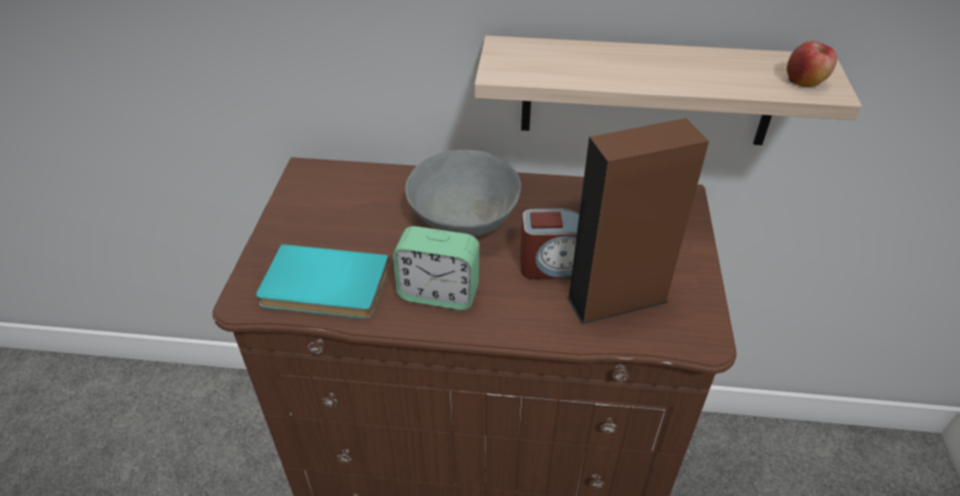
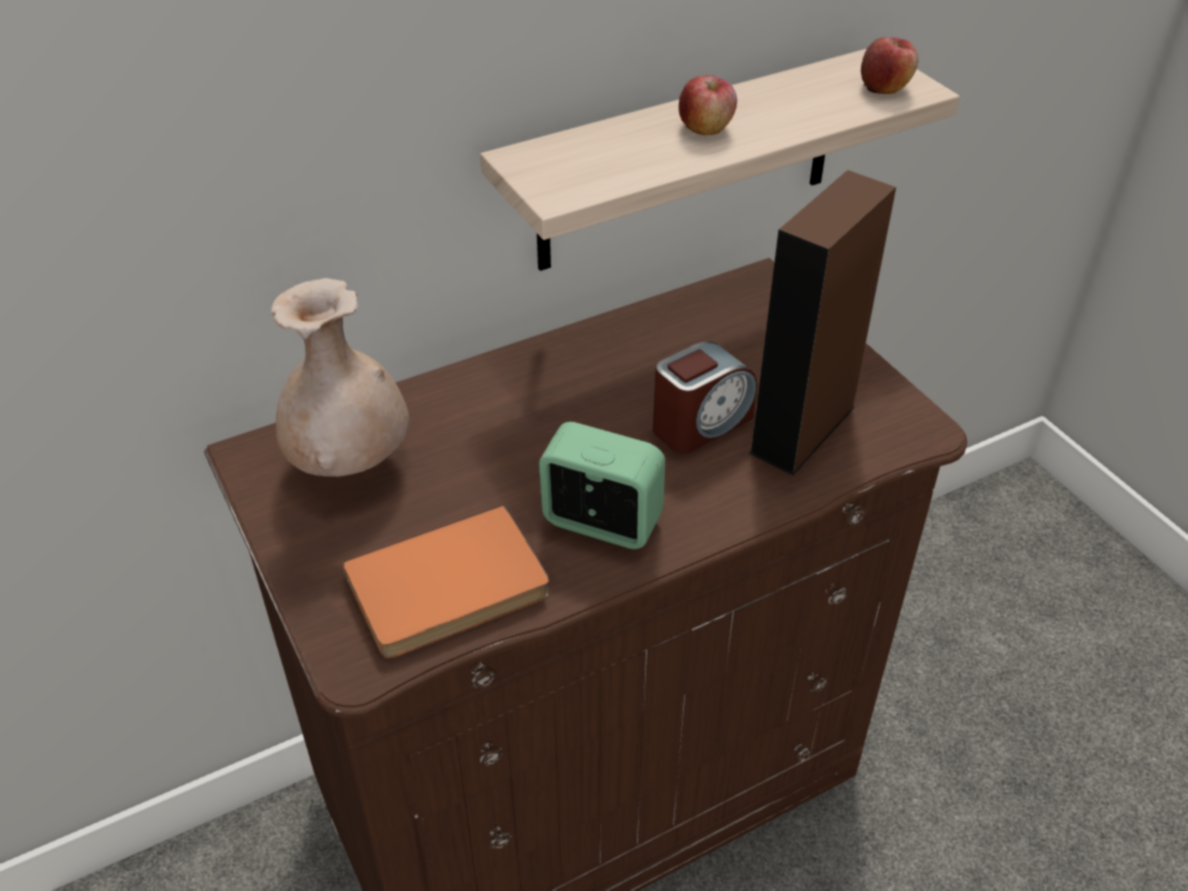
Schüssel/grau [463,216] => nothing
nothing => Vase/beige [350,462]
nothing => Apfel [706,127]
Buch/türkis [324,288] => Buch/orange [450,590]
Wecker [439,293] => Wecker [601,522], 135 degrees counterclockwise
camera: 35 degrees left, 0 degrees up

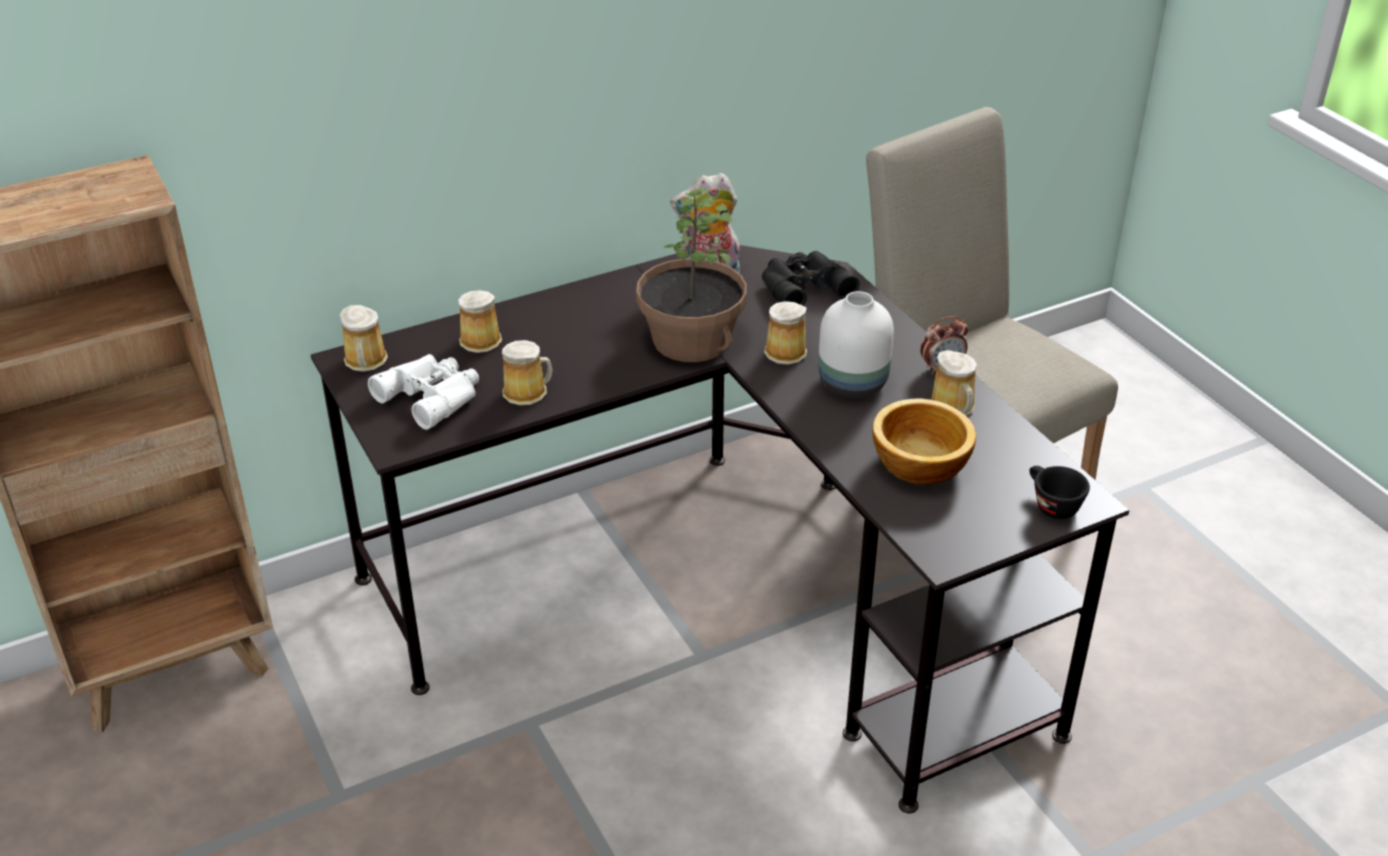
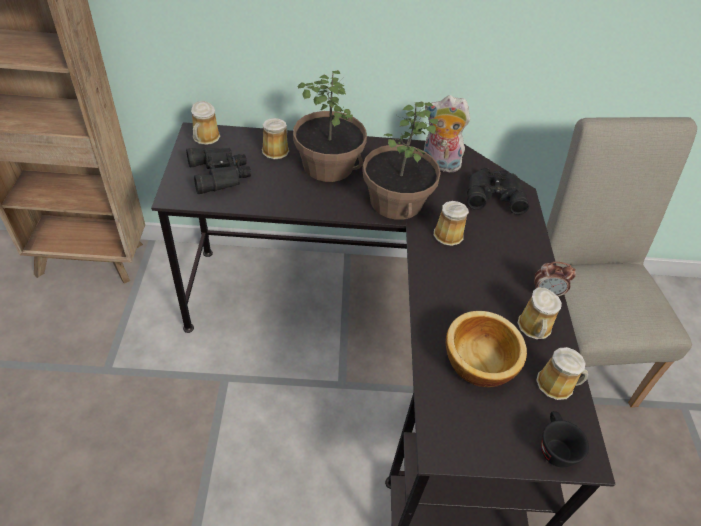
Vase/weiß [850,383] => nothing
nothing => Topfpflanze [328,165]
Henkelbecher [528,392] => Henkelbecher [557,384], relocated
Fernglas/weiß [432,395] => Fernglas/schwarz [221,174]
camera: 25 degrees right, 10 degrees up

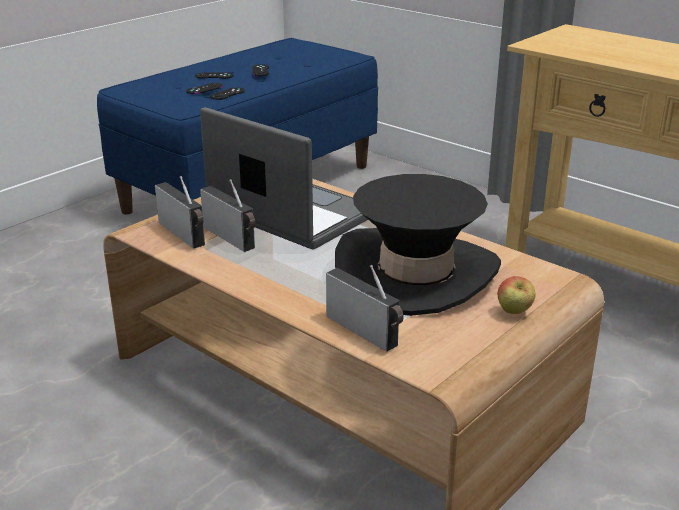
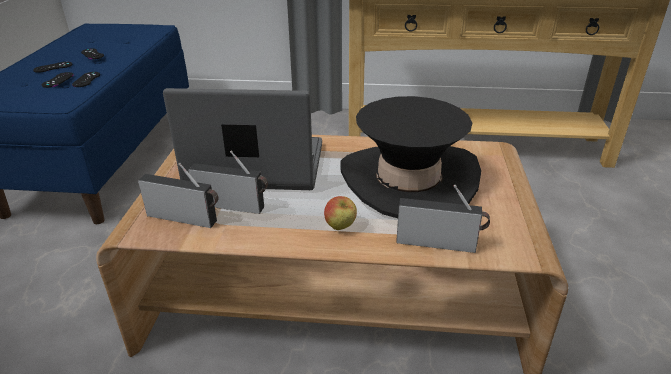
Apfel [514,312] => Apfel [340,227], relocated
camera: 35 degrees left, 5 degrees up

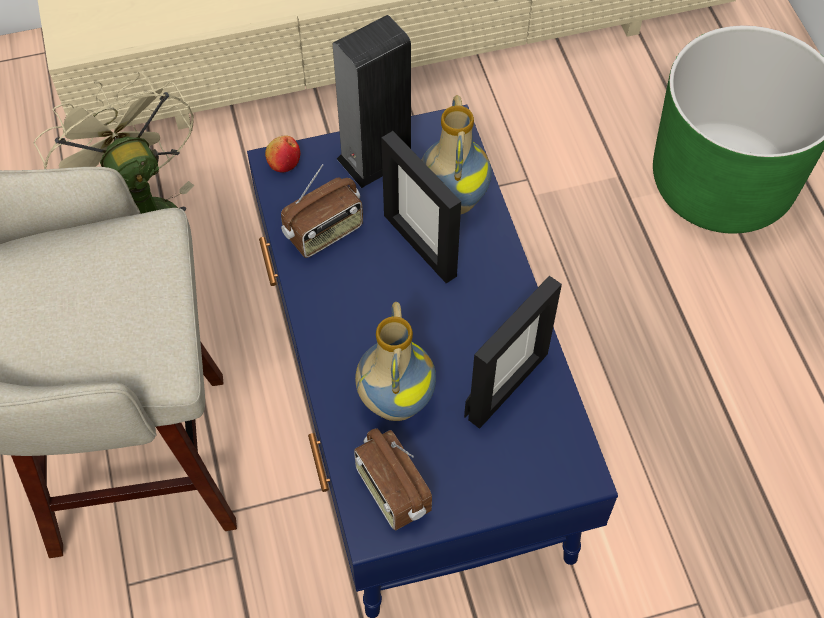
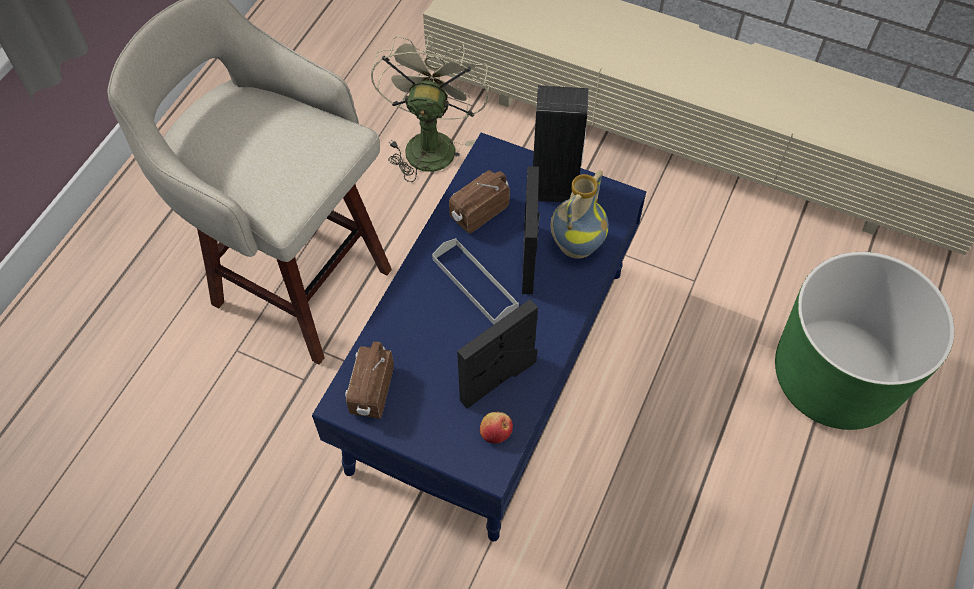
Vase [394,401] => nothing
nothing => Tablett/grau [475,283]
Apfel [284,163] => Apfel [495,432], relocated
Radio [325,233] => Radio [478,212], 135 degrees clockwise
Bilderrahmen [506,385] => Bilderrahmen [498,381], 150 degrees clockwise
camera: 40 degrees right, 0 degrees up

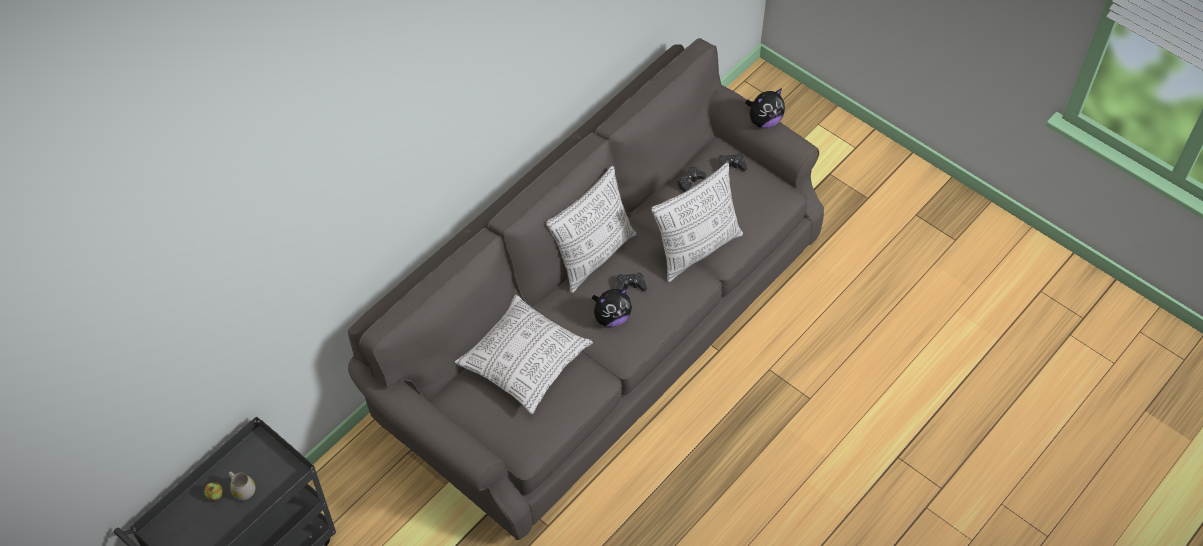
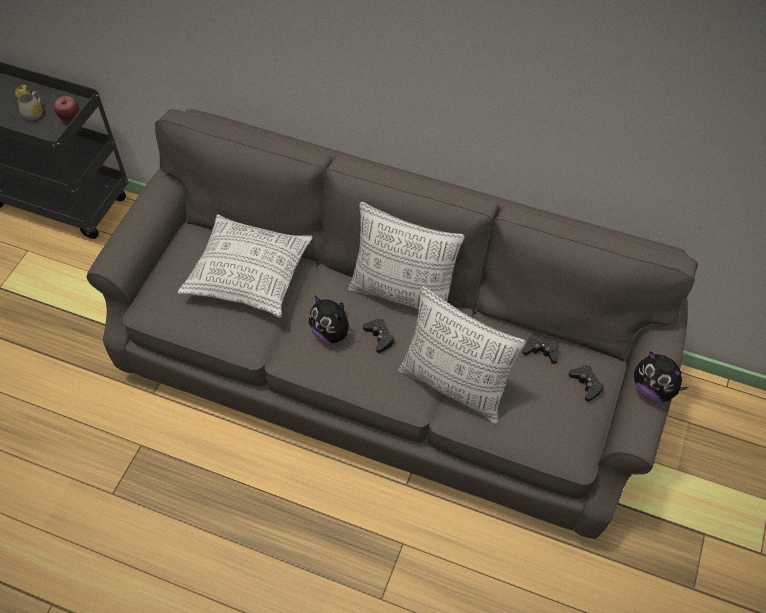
nothing => Apfel [69,116]
camera: 70 degrees right, 0 degrees up

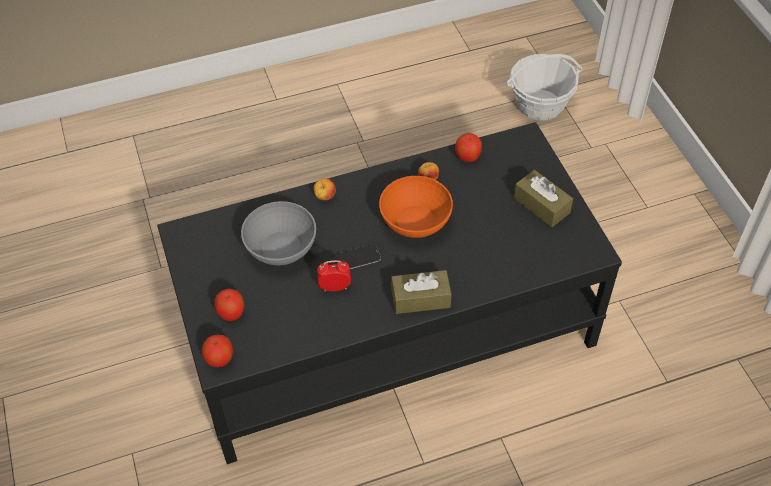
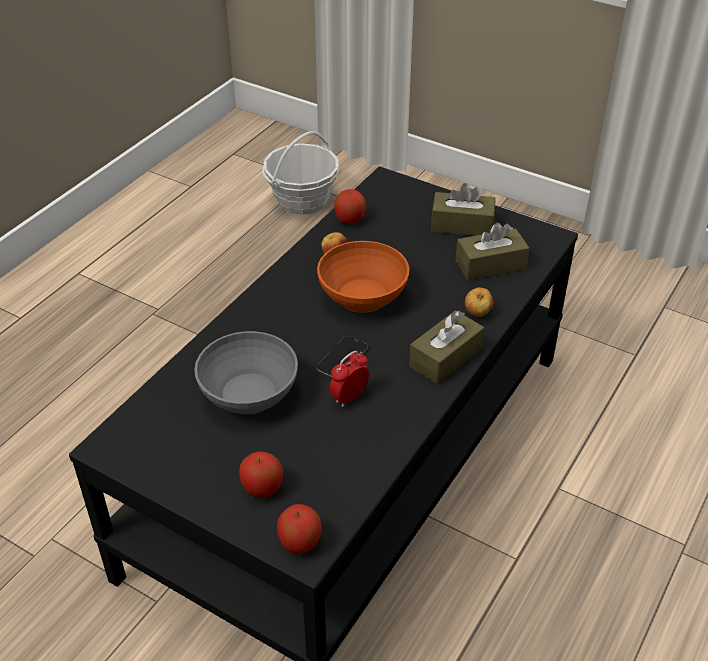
nothing => Taschentuchbox/braun [490,265]
Apfel [325,197] => Apfel [477,314], relocated
camera: 40 degrees left, 10 degrees down

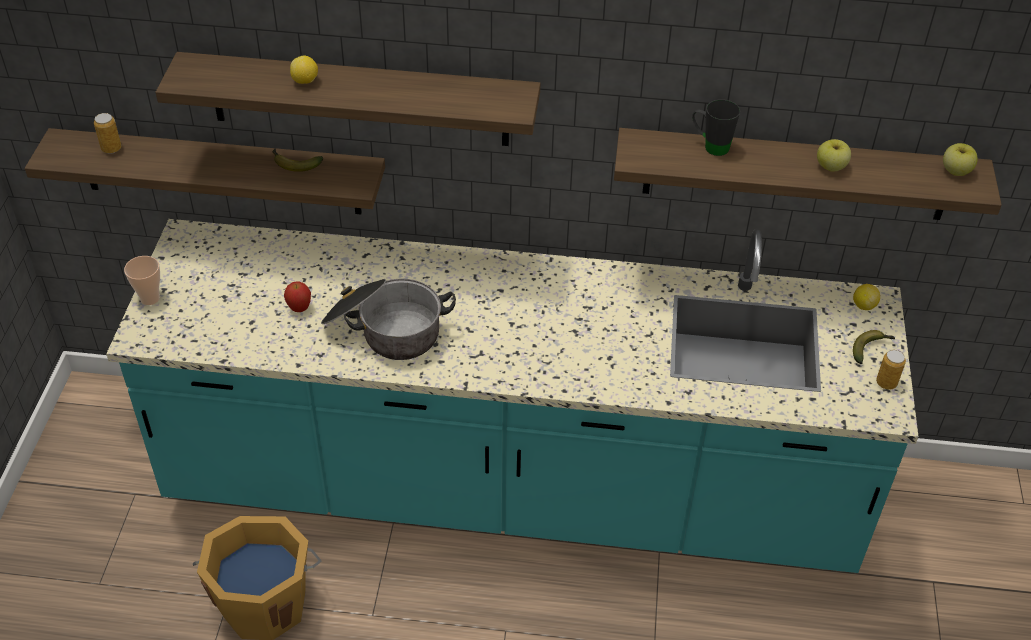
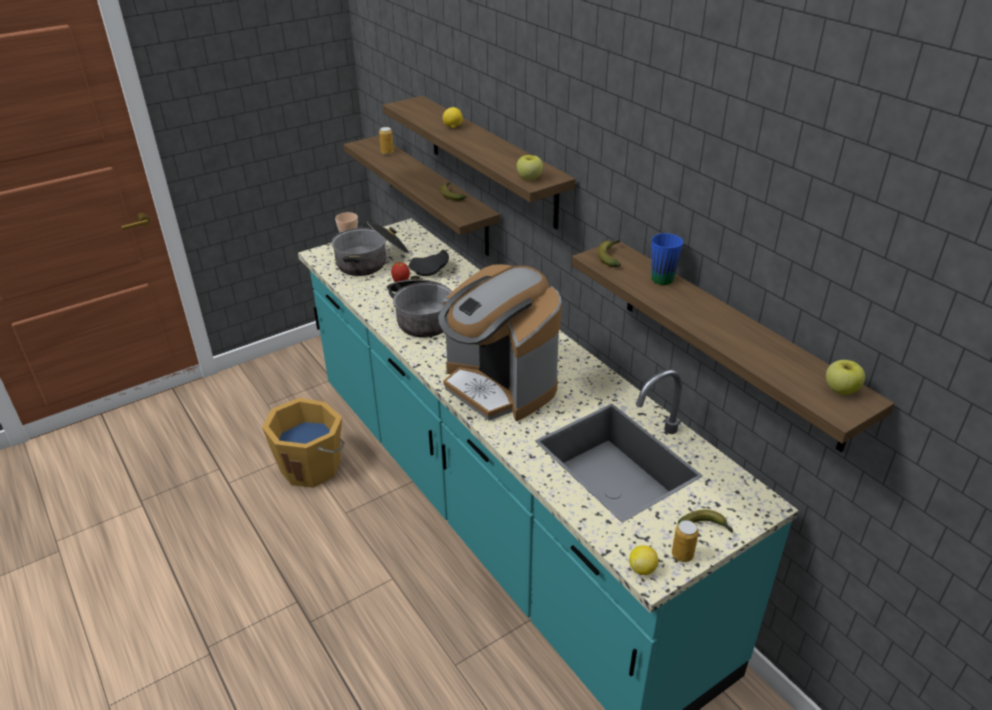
nothing => Kochtopf [372,261]
nothing => Teller/schwarz [430,271]
nothing => Kaffeemaschine [499,386]
nothing => Banane [610,256]
Apfel [831,167] => Apfel [529,178], relocated
Zitrone [863,305] => Zitrone [642,569], relocated
Henkelbecher/schwarz [710,146] => Henkelbecher/blau [659,276]
camera: 50 degrees right, 10 degrees down

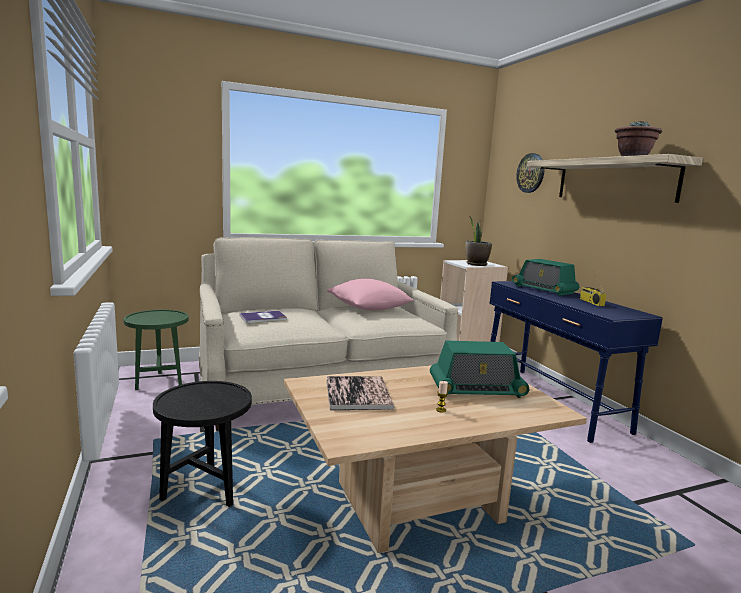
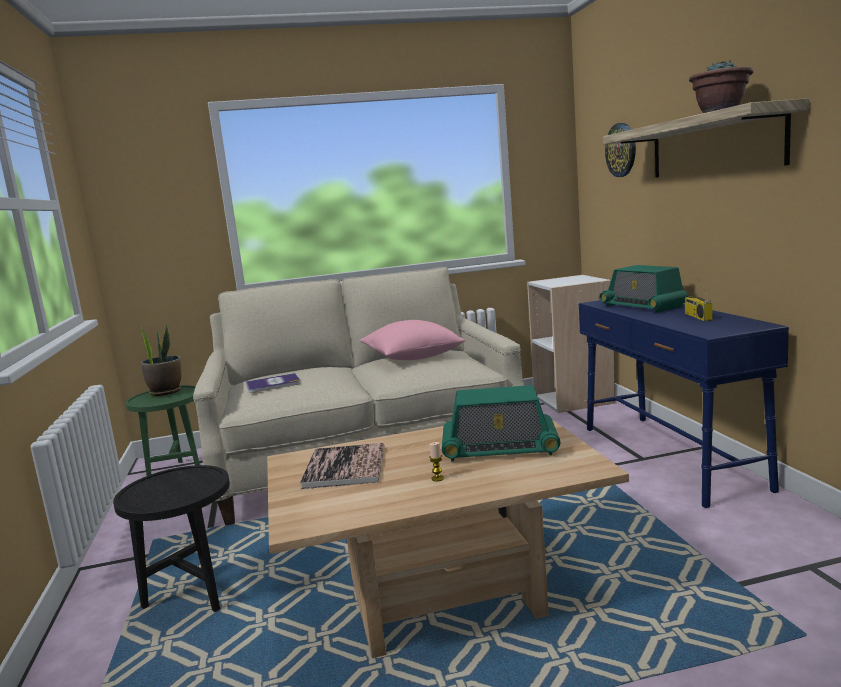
Topfpflanze [476,264] => Topfpflanze [166,392], relocated
camera: 10 degrees right, 0 degrees up

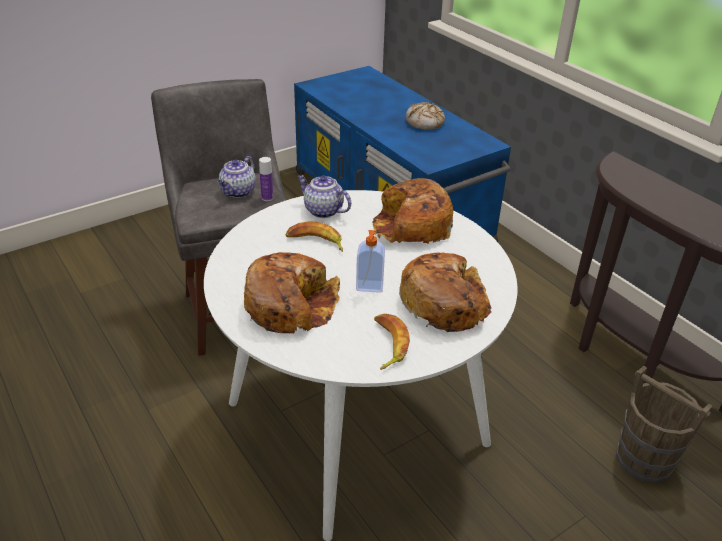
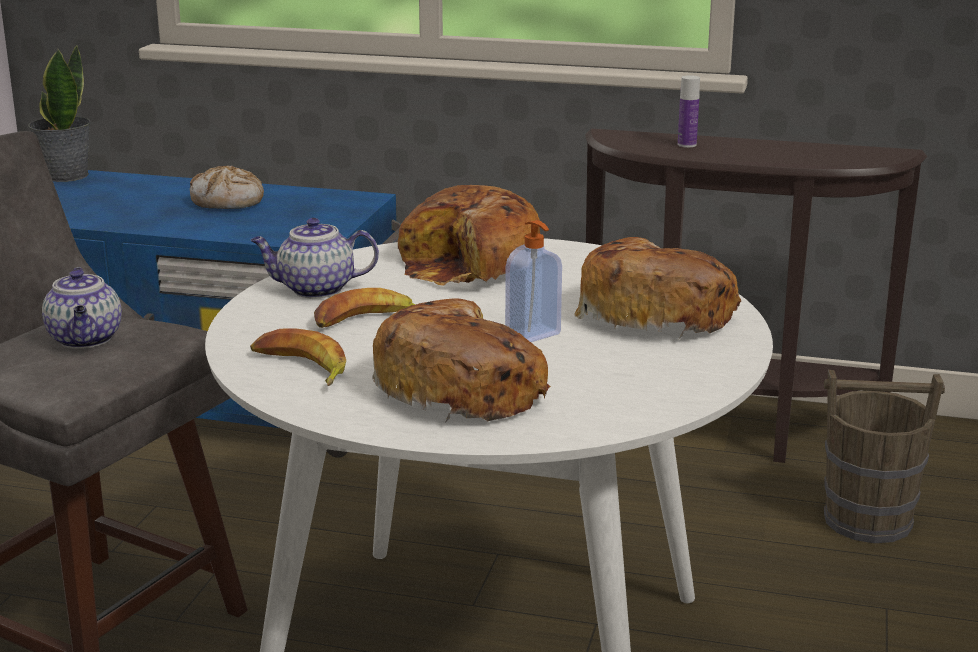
nothing => Topfpflanze [65,176]
Flasche [267,198] => Flasche [687,145], relocated
Banane [387,344] => Banane [300,368], relocated
camera: 40 degrees left, 15 degrees down

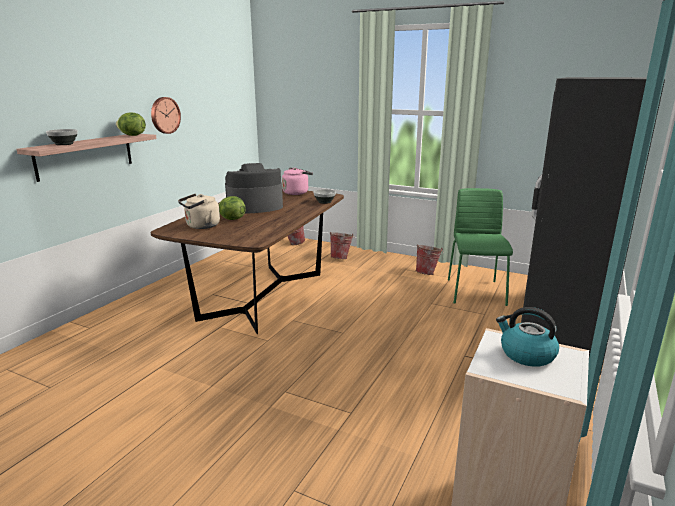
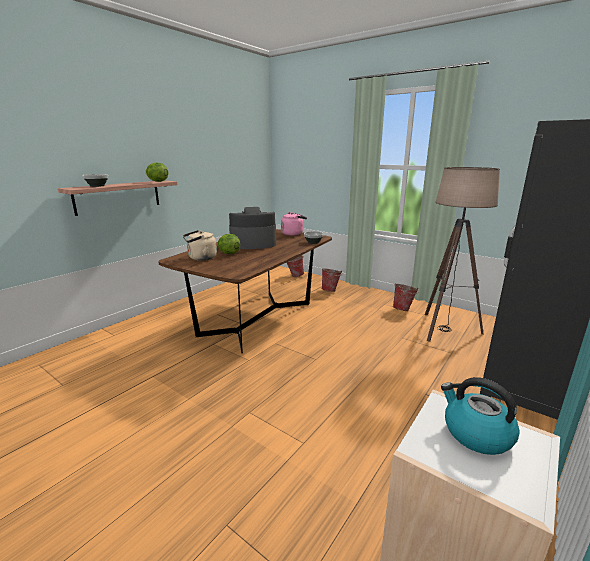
Wanduhr [164,115] => nothing
Stuhl/grün [475,291] => Stehlampe [445,329]
camera: 10 degrees right, 0 degrees up

